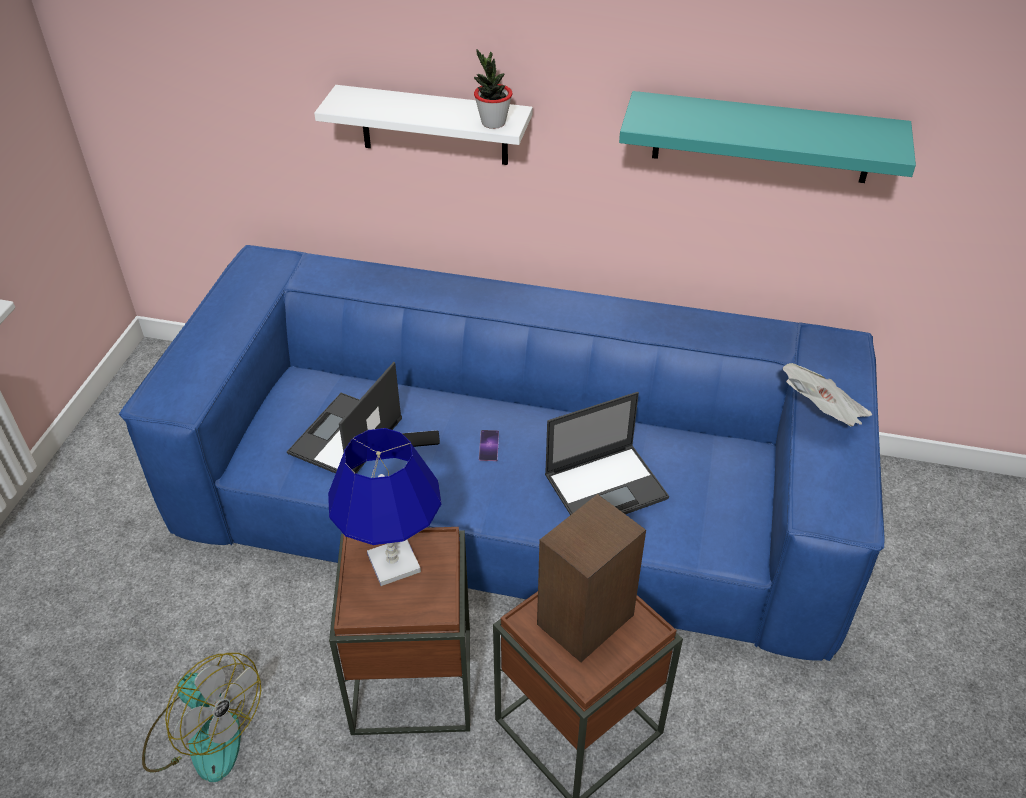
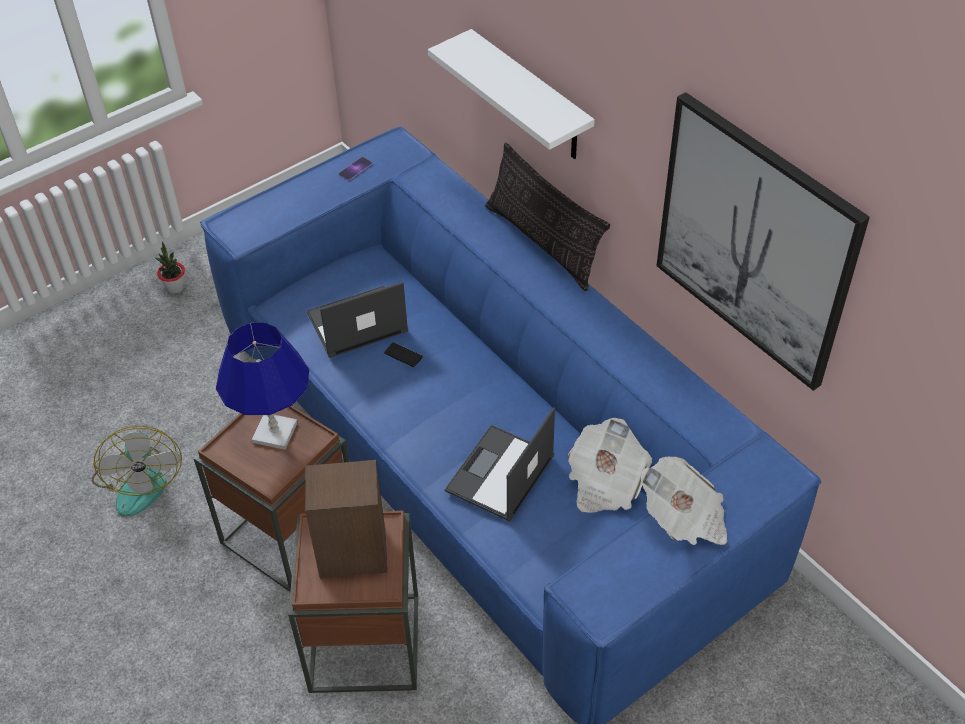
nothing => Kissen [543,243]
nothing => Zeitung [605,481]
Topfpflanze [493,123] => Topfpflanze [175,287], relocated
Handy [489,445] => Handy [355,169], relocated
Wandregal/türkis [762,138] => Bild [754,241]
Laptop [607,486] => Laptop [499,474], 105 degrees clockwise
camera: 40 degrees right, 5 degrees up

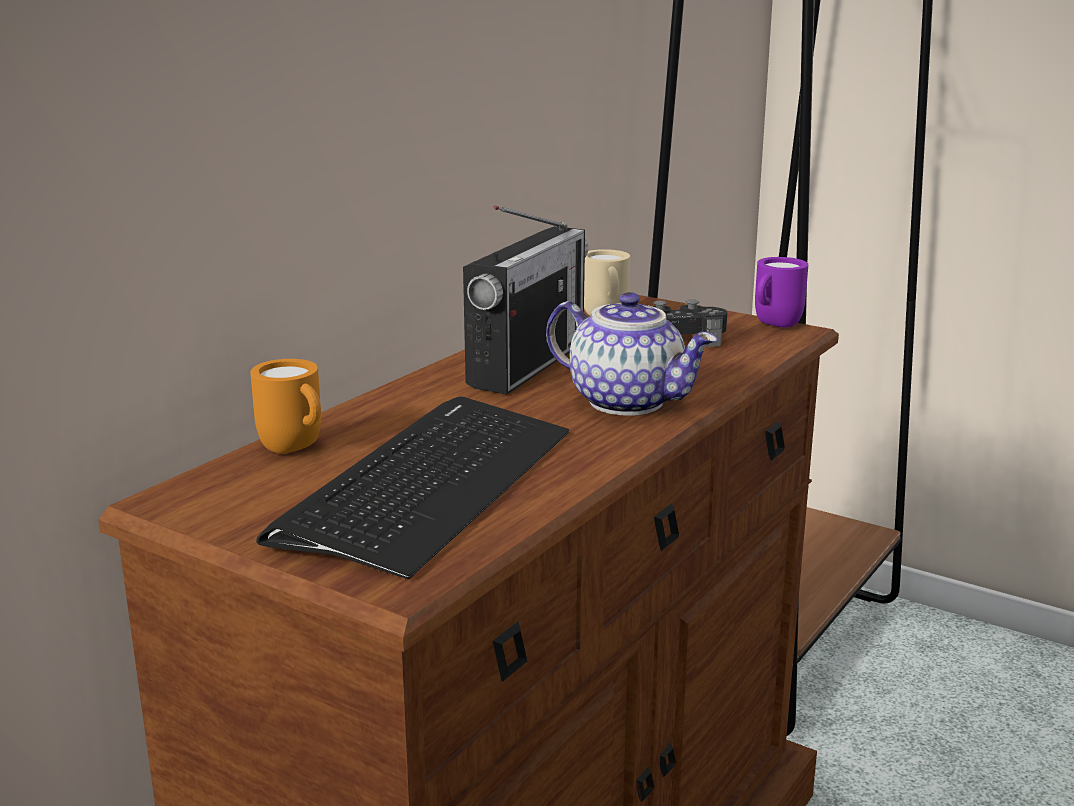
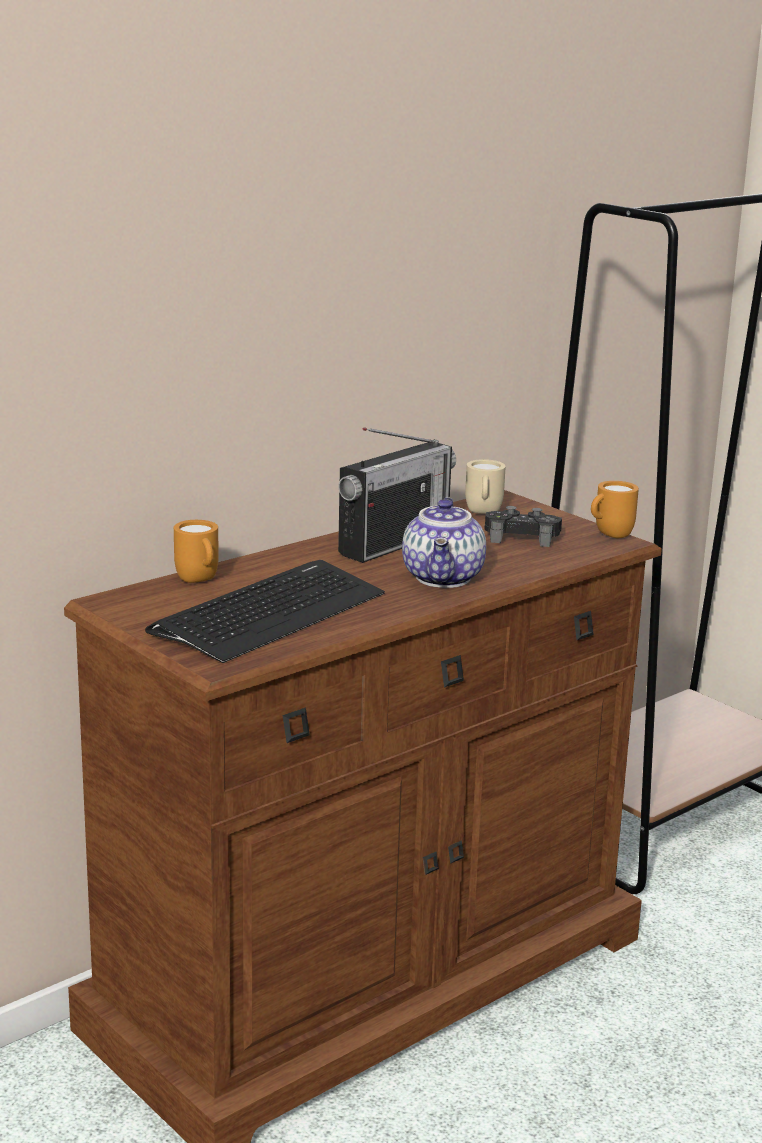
Henkelbecher/lila [774,326] => Henkelbecher/orange [609,536]
Teekanne [629,401] => Teekanne [445,578], 45 degrees clockwise
camera: 15 degrees right, 0 degrees up

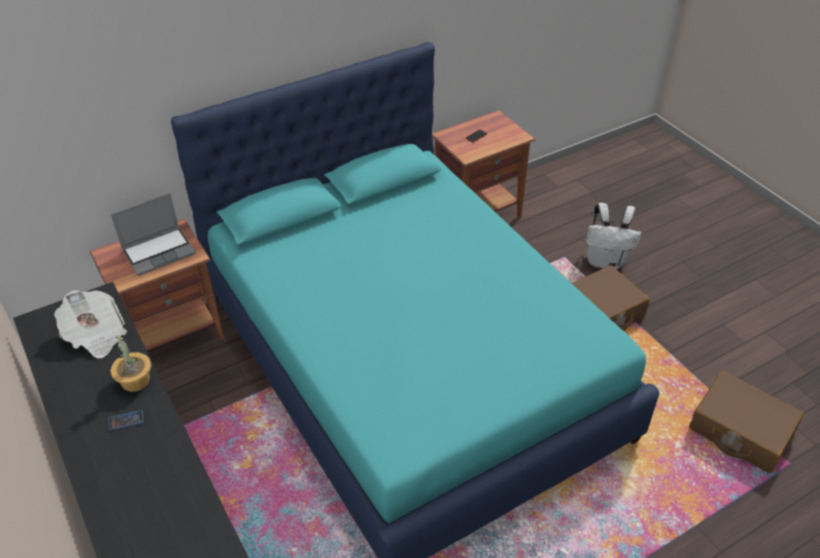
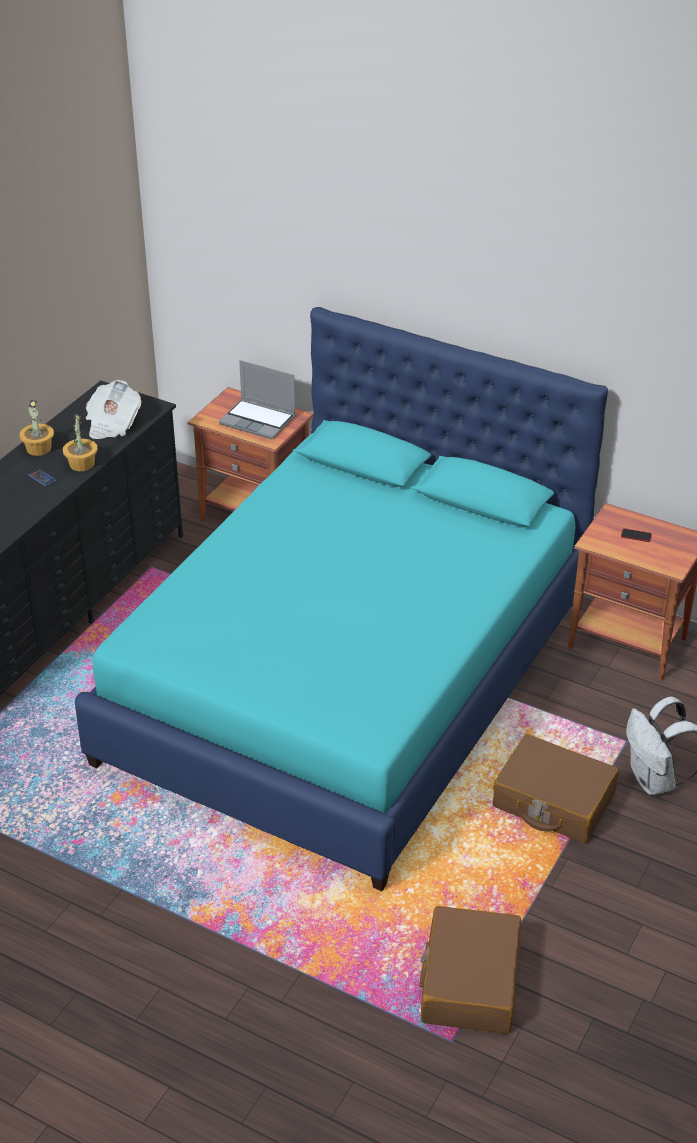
nothing => Topfpflanze [39,448]
camera: 60 degrees right, 5 degrees down

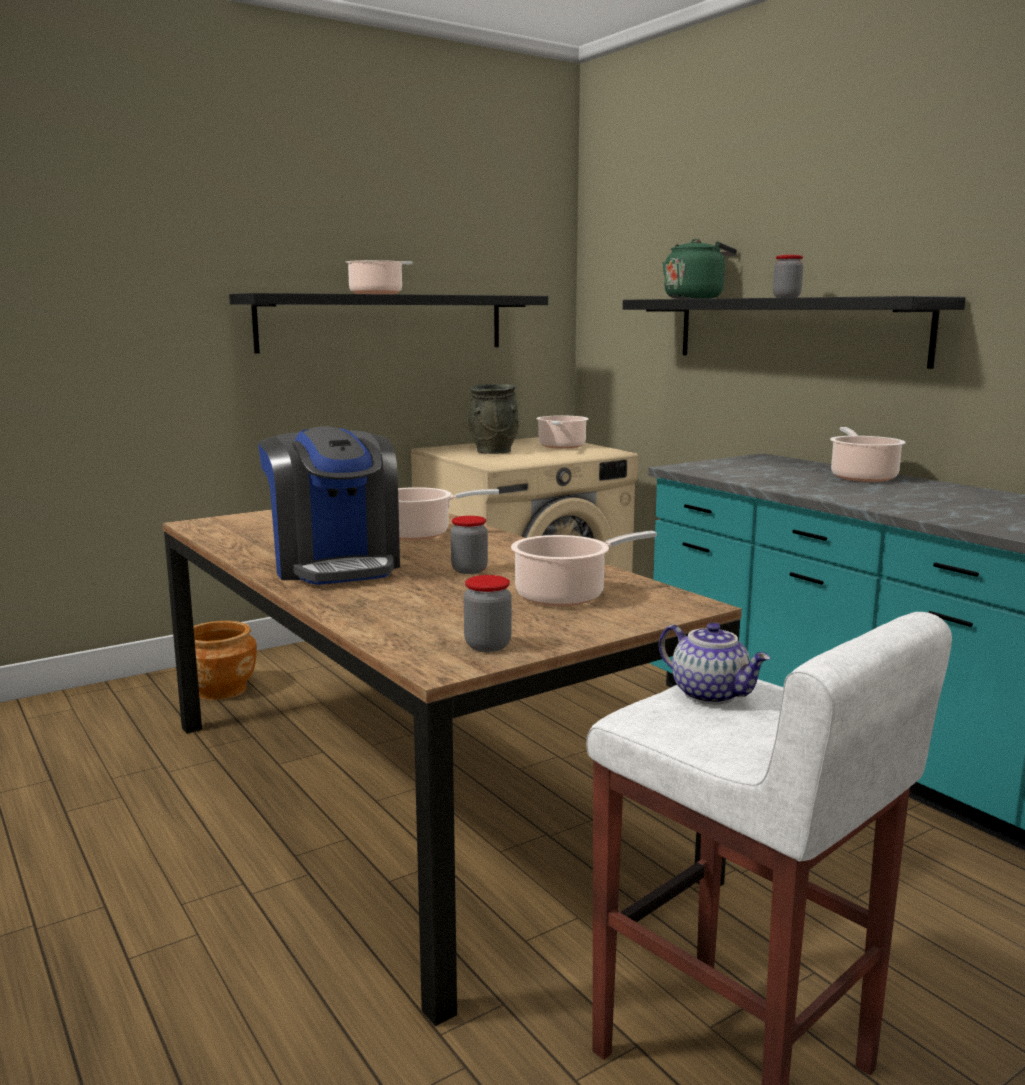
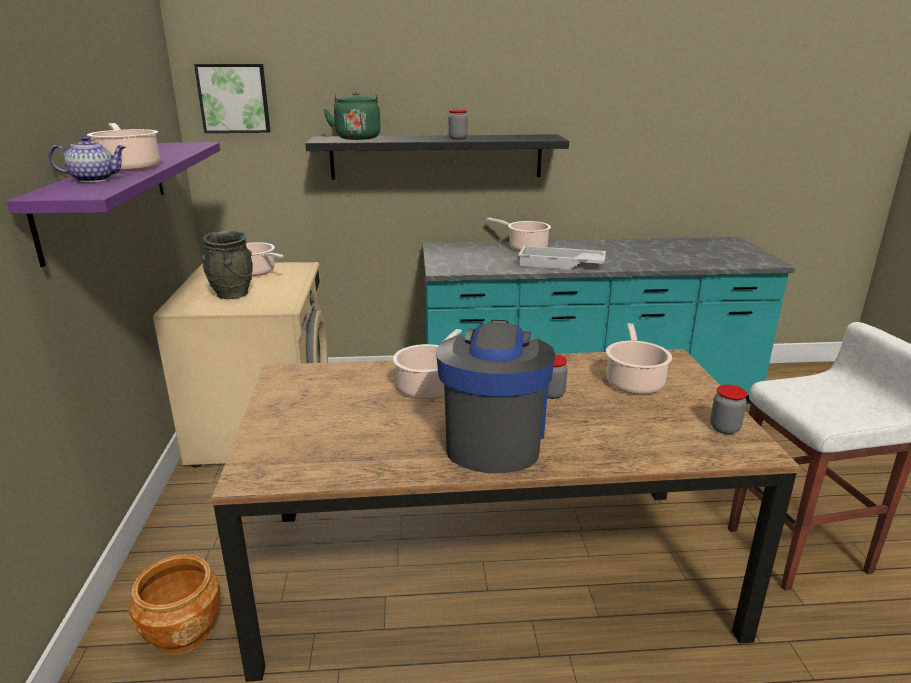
nothing => Bild [234,98]
nothing => Tablett/weiß [560,264]
Teekanne [711,694] => Teekanne [94,179], relocated
Wandregal/schwarz [384,322] => Wandregal/lila [107,194]
Kaffeemaschine [335,565] => Kaffeemaschine [493,438], 90 degrees counterclockwise
camera: 60 degrees left, 10 degrees up

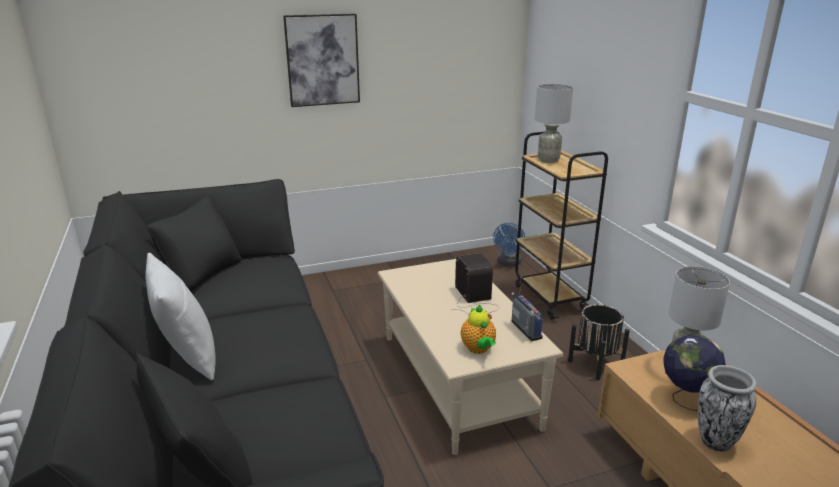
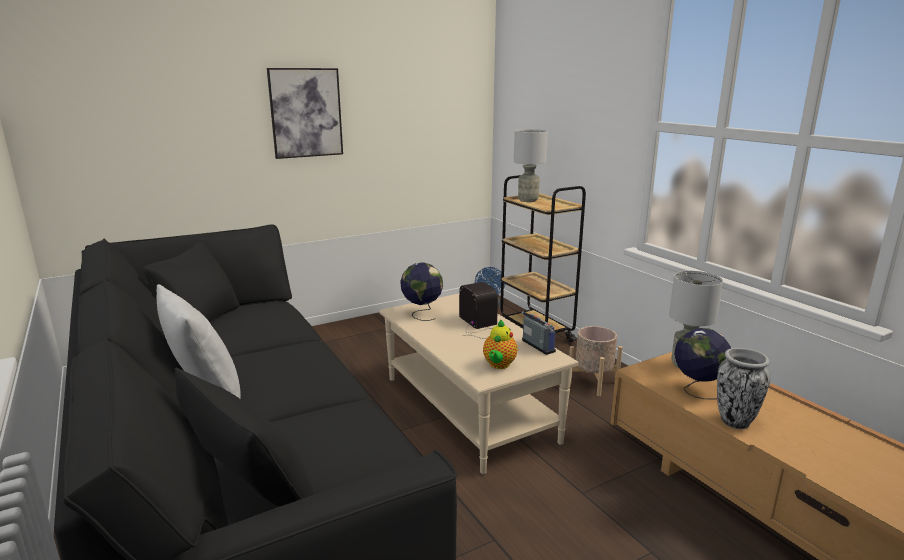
nothing => Globus [422,314]
Pflanzkübel/schwarz [595,363] => Pflanzkübel/beige [592,382]
Teekanne [478,349] => Teekanne [499,365], 45 degrees clockwise
camera: 10 degrees left, 5 degrees down

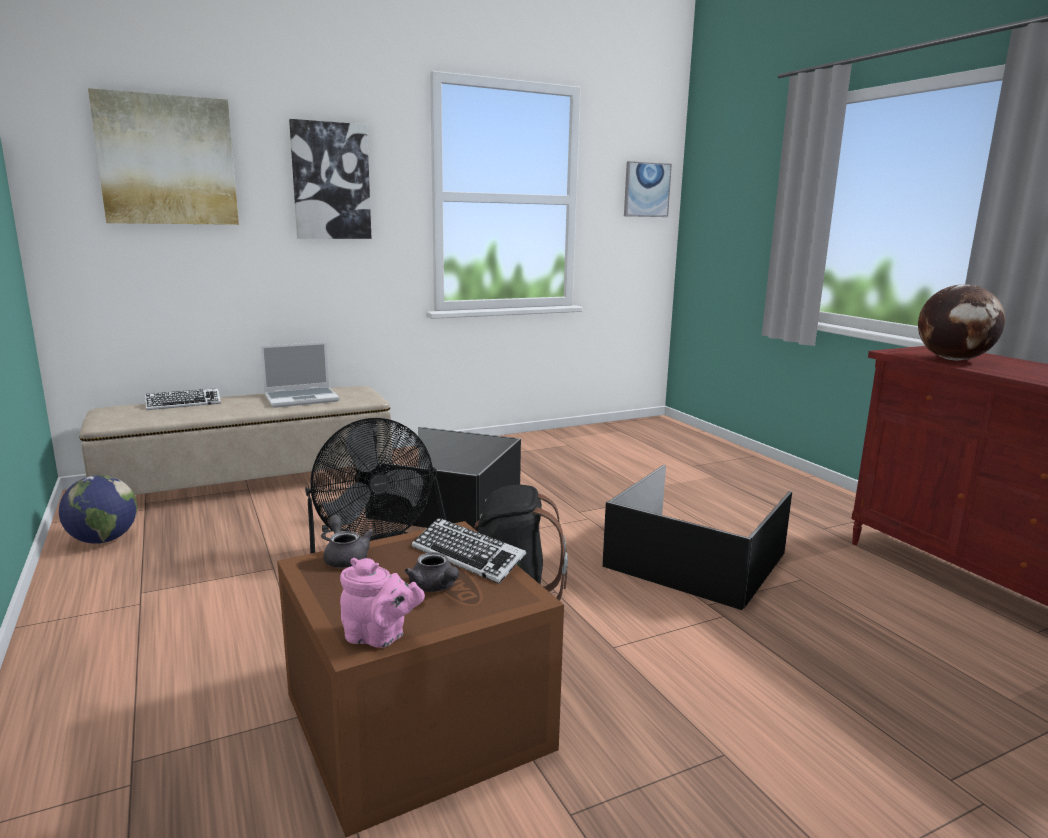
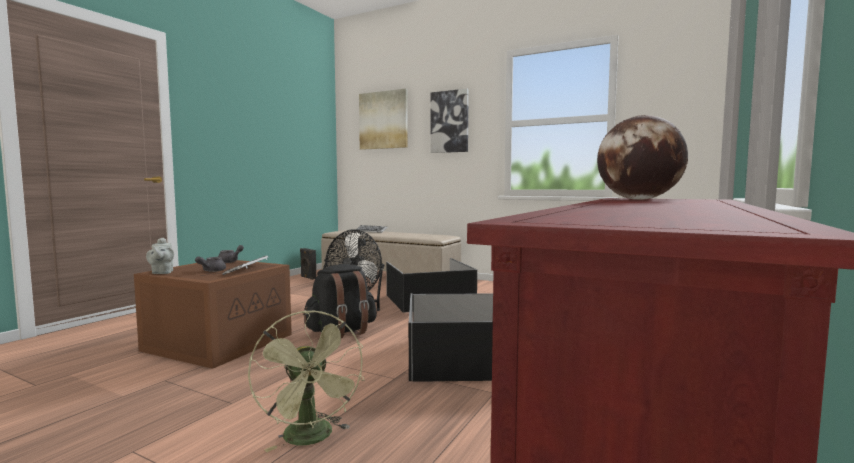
Laptop [302,398] => nothing
Bild [646,190] => nothing
nothing => Ventilator/grün [312,439]
Globus [103,540] => Lautsprecher/schwarz [308,278]
Teekanne/rosa [379,637] => Teekanne/grau [162,272]
camera: 55 degrees right, 10 degrees down

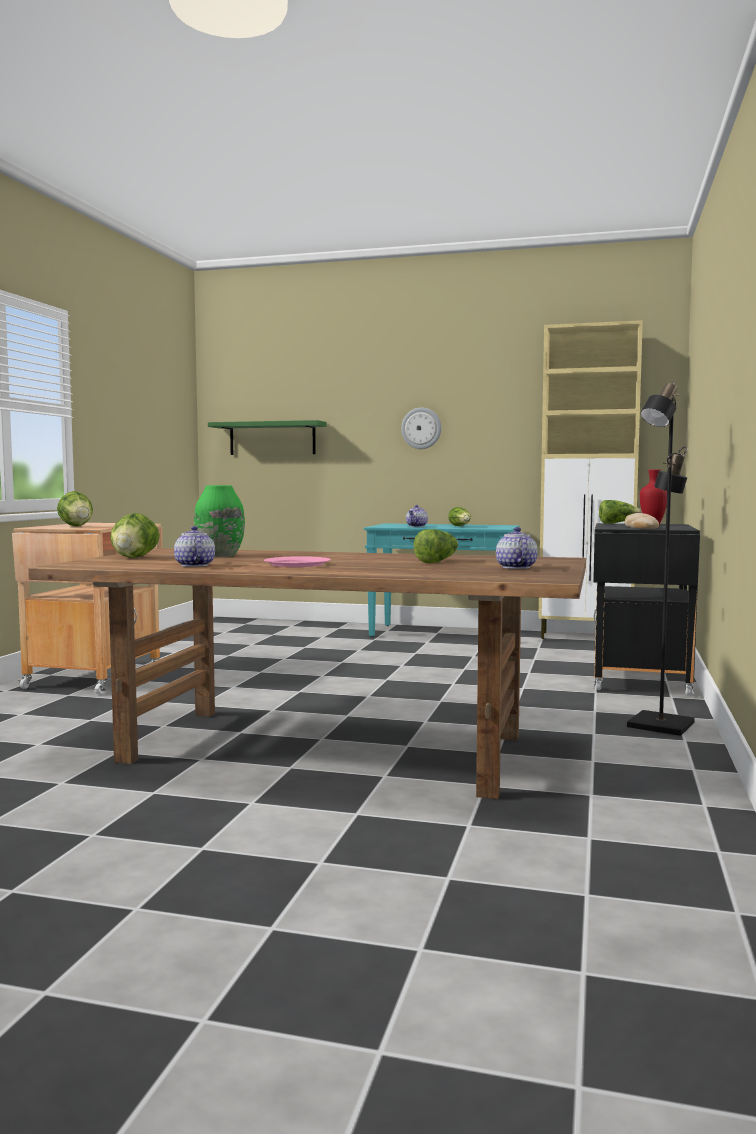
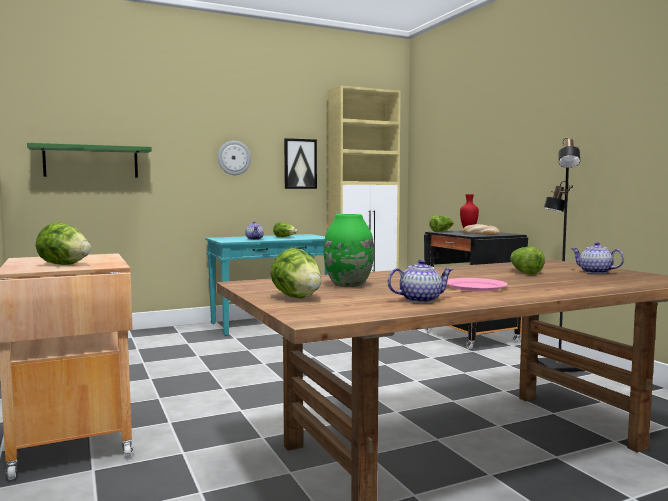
nothing => Bild [300,164]
Teekanne [194,565] => Teekanne [420,300], 135 degrees clockwise
camera: 40 degrees left, 0 degrees up

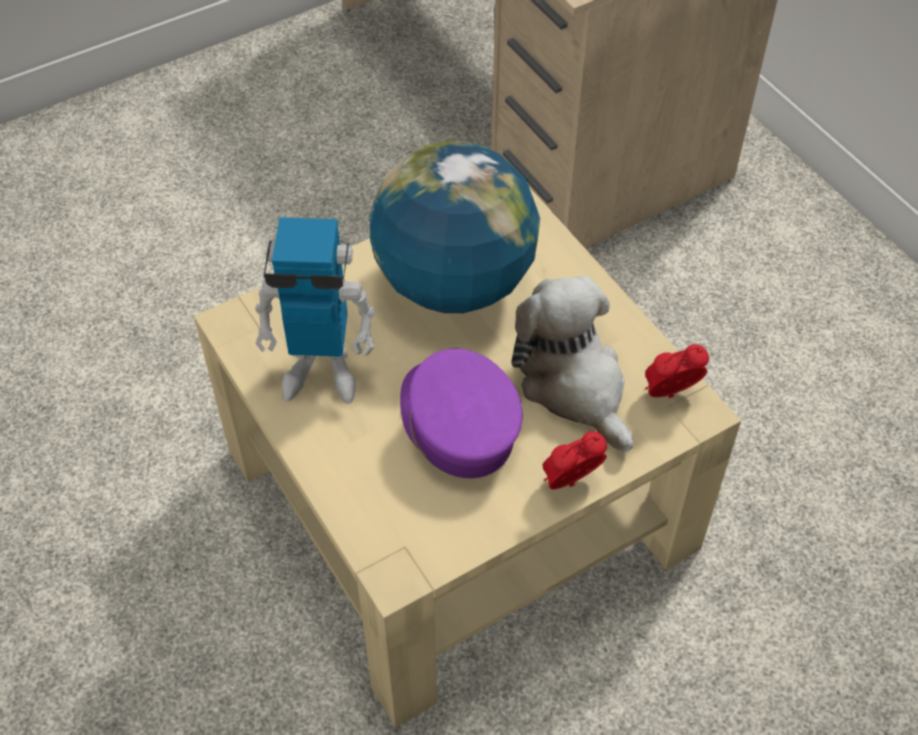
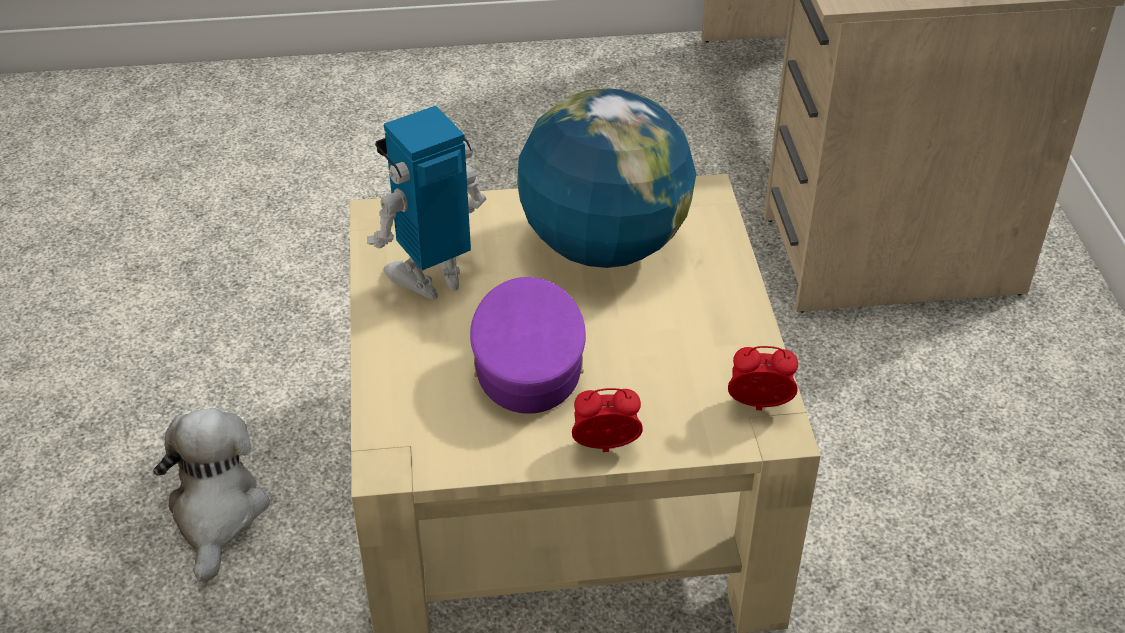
Plüschtier [574,385] => Plüschtier [217,513], relocated
Spielzeugroboter [321,371] => Spielzeugroboter [431,278], 120 degrees clockwise
camera: 25 degrees right, 10 degrees down

